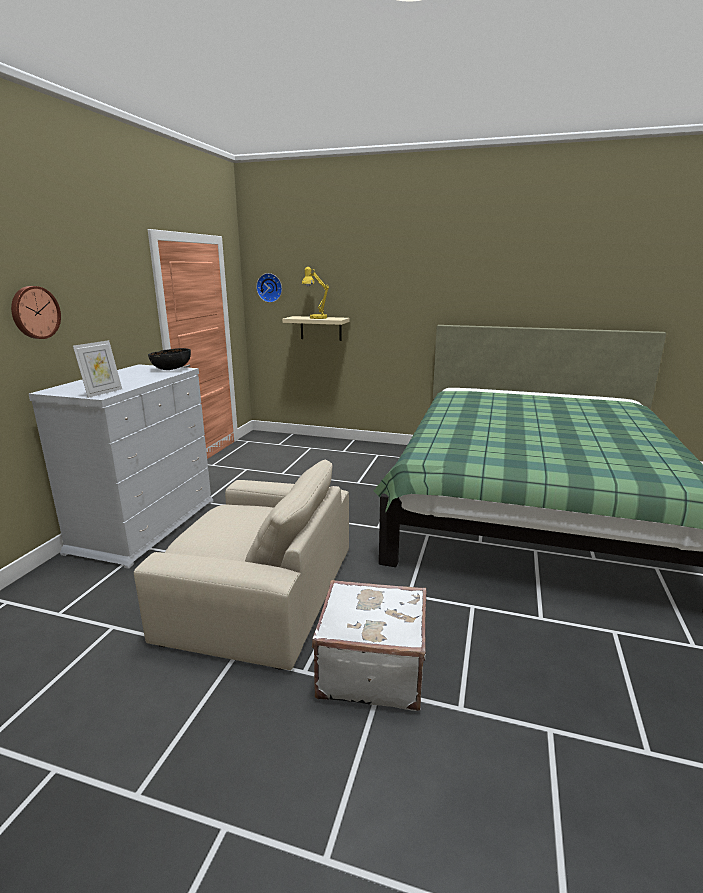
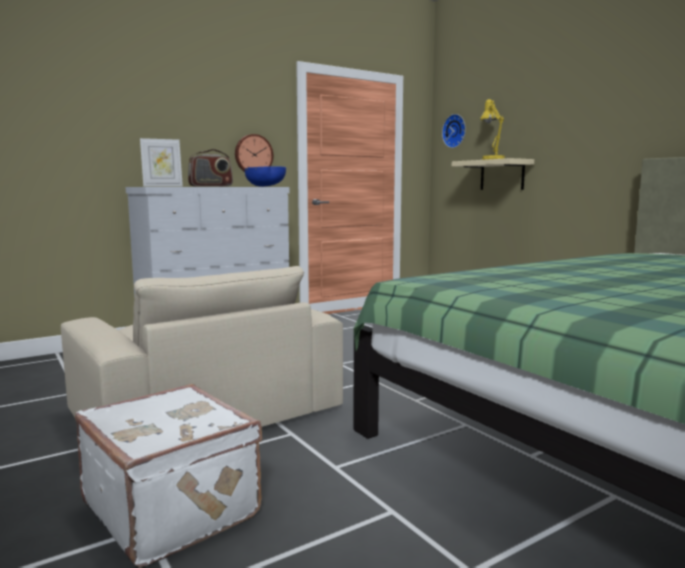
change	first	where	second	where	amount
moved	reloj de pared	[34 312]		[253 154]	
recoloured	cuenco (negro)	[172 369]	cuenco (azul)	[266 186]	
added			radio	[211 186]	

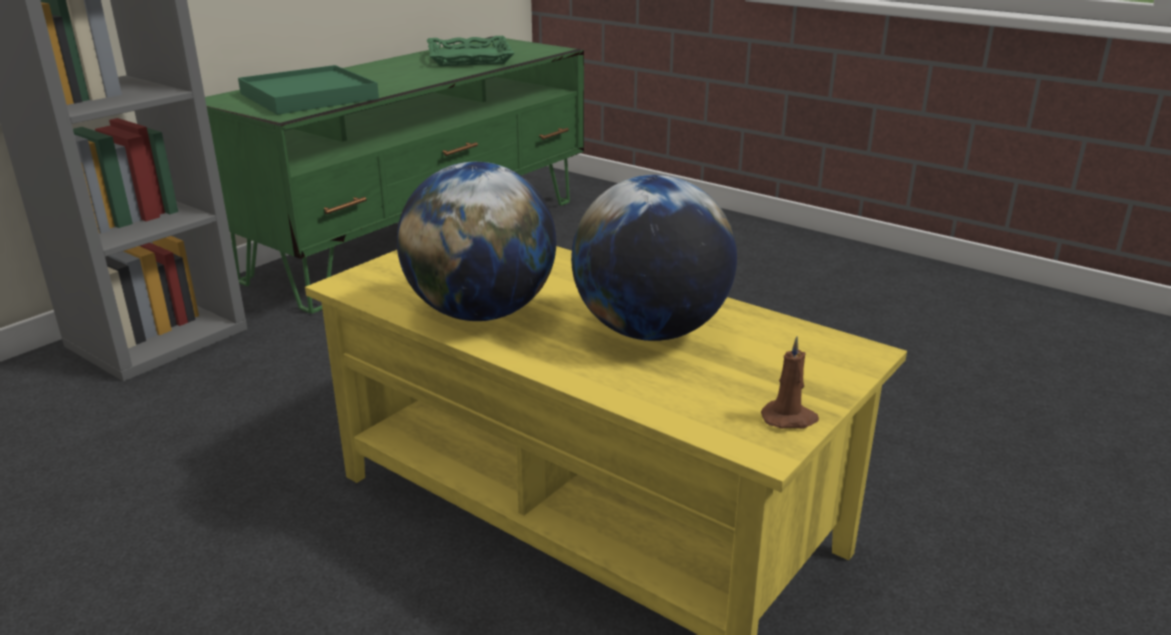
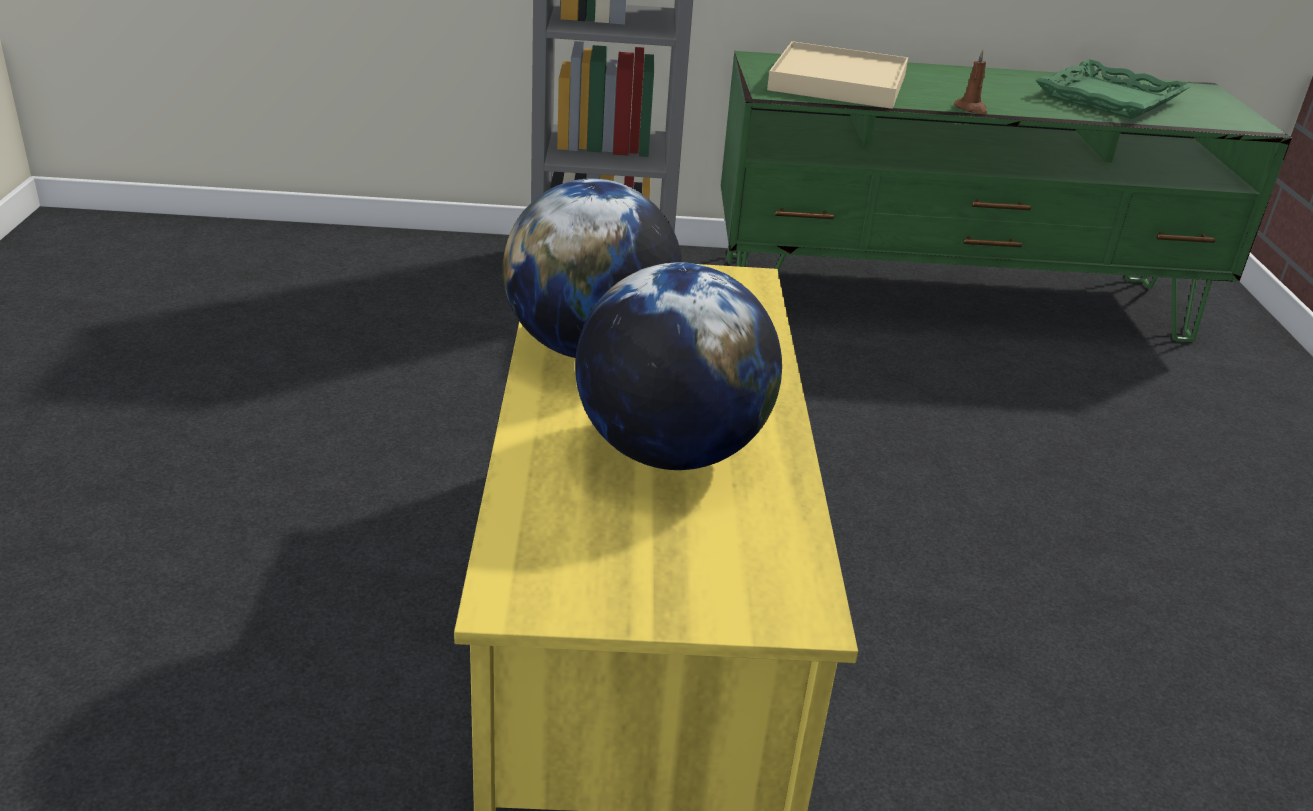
change	first	where	second	where	amount
recoloured	bandeja (verde)	[309 96]	bandeja (beis)	[838 83]	
moved	vela (marrón)	[790 418]		[971 109]	

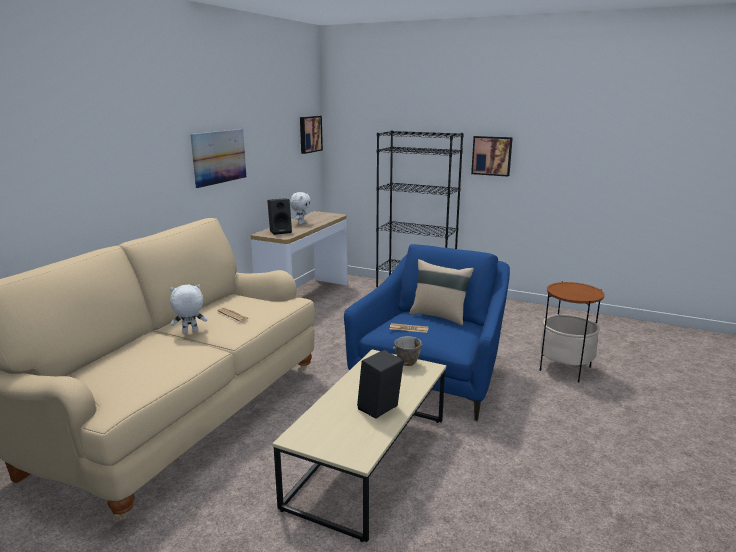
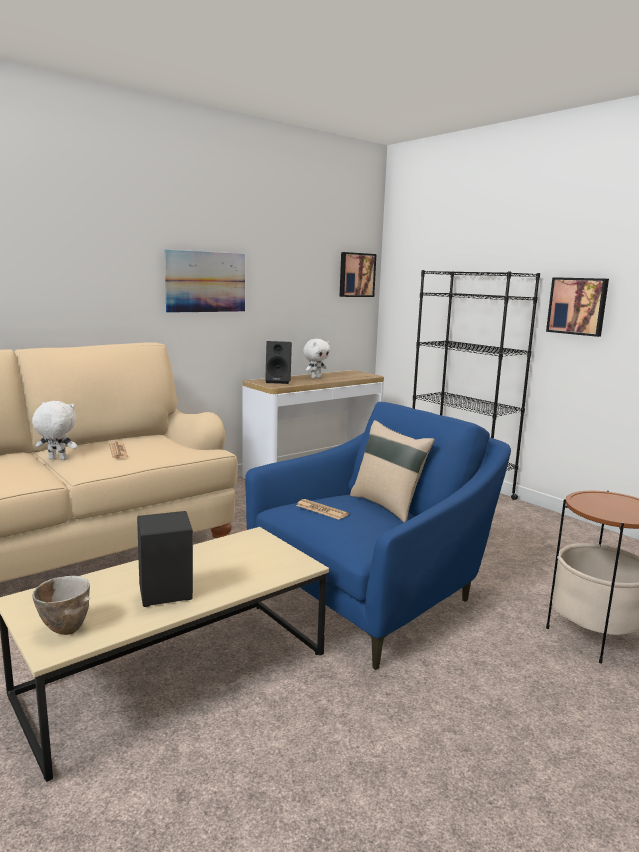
change	first	where	second	where	amount
moved	cuenco	[406 364]		[64 629]	

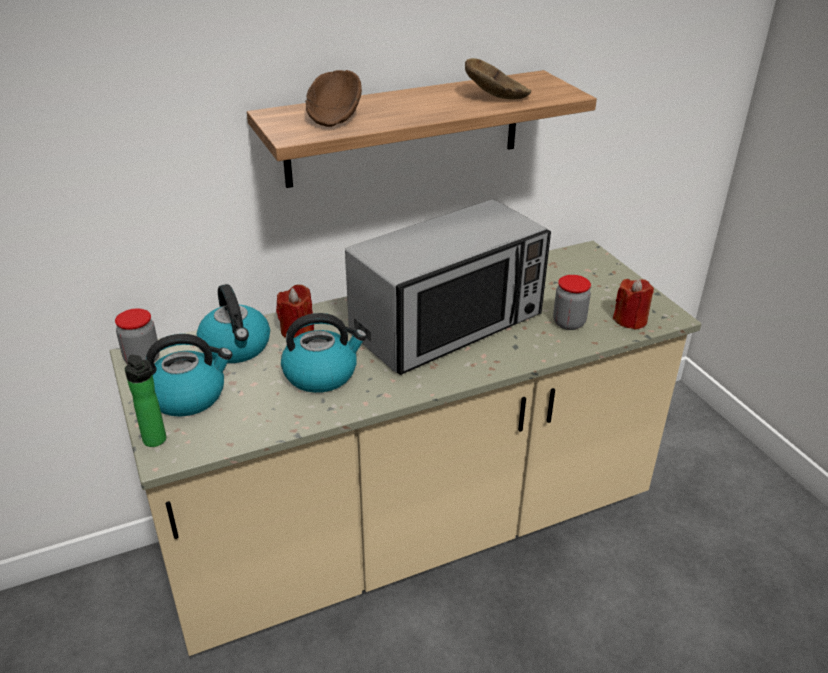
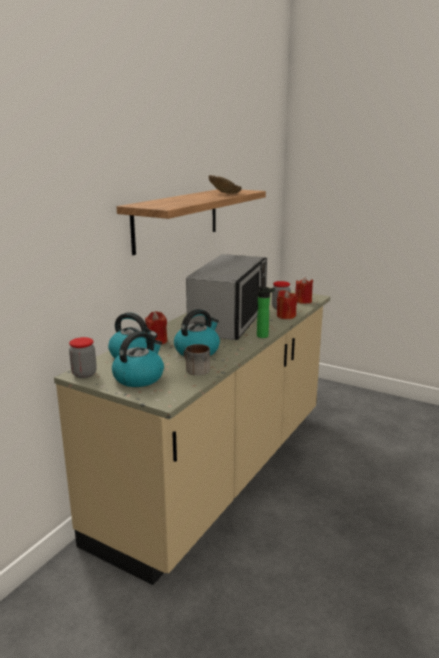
change	first	where	second	where	amount
removed	cuenco (marrón)	[332 117]			
moved	botella	[156 441]		[264 336]	
added			vela (rojo)	[286 316]	
added			taza grande	[194 369]	

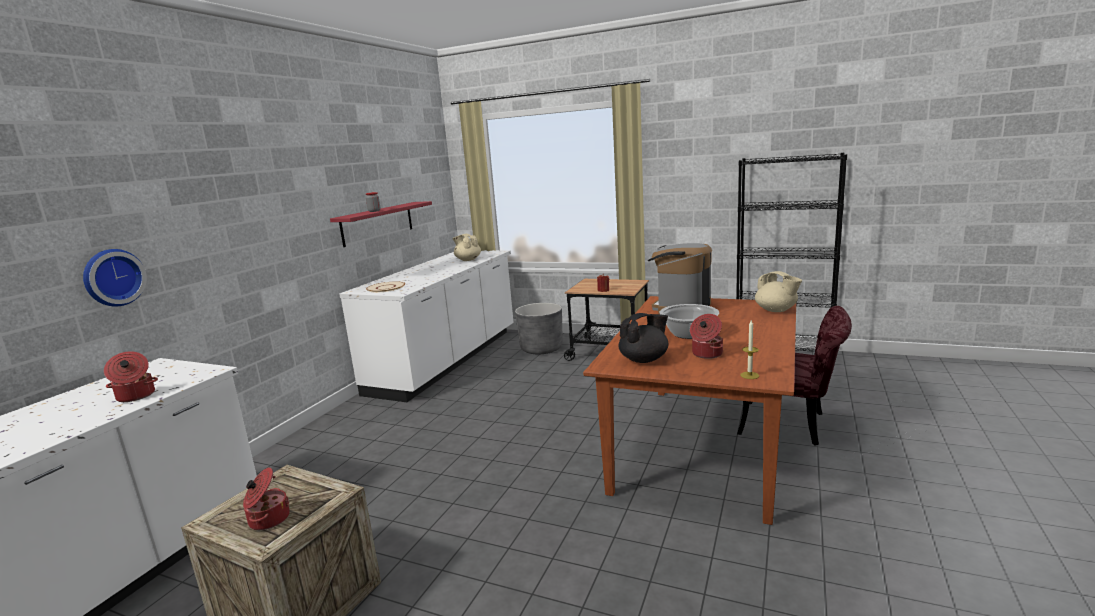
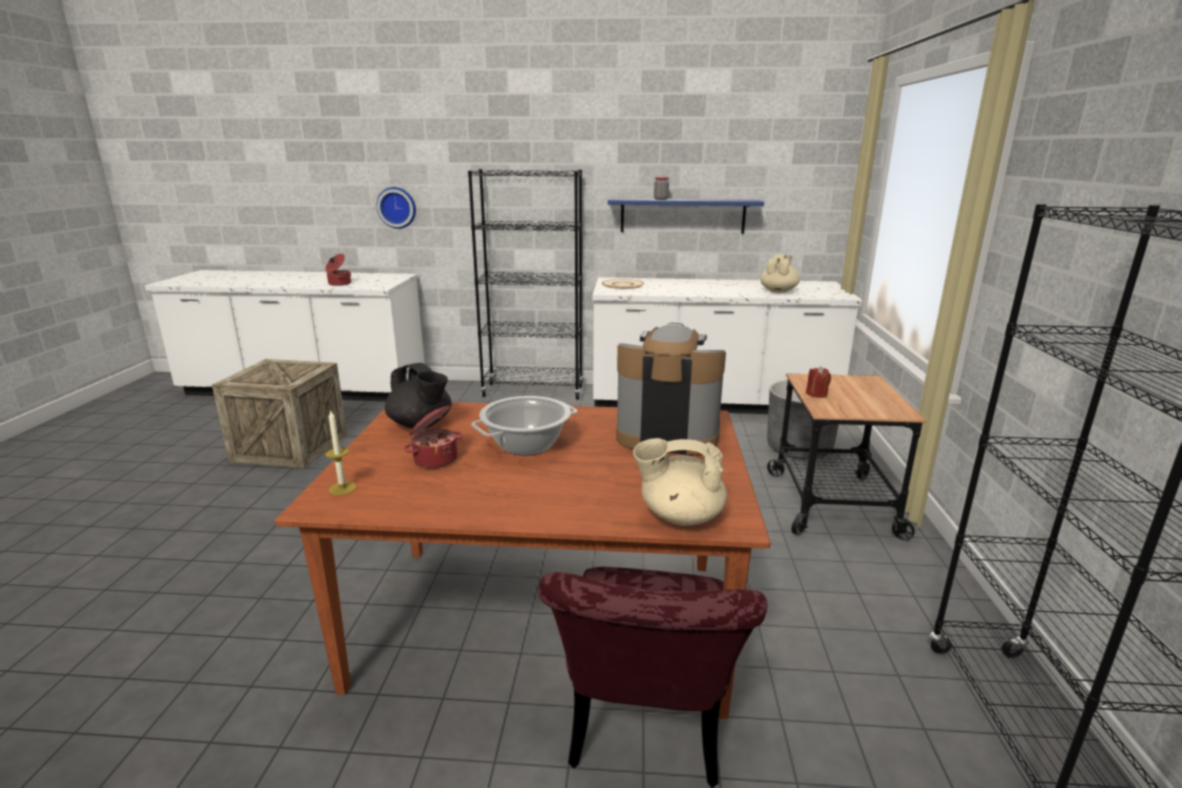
change	first	where	second	where	amount
recoloured	estante (rojo)	[378 223]	estante (azul)	[682 215]	
turned	tetera (beis)	[776 310]		[679 516]	60 degrees clockwise
removed	olla	[268 519]			
added			estantería (negro)	[533 391]	

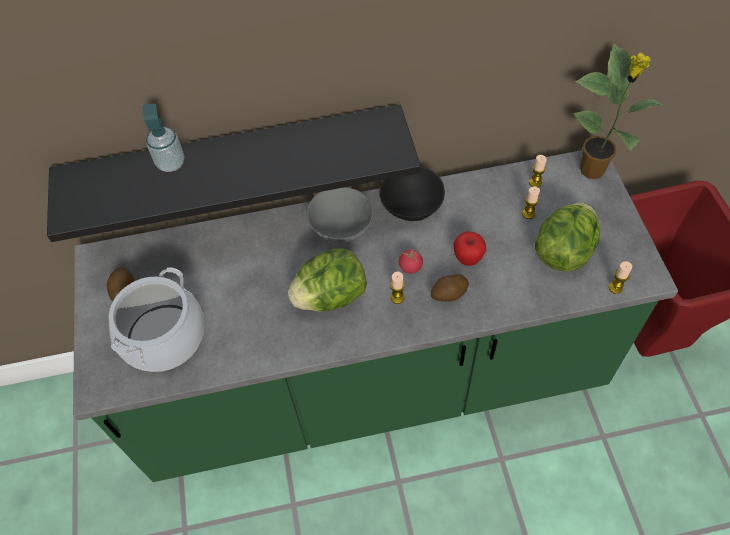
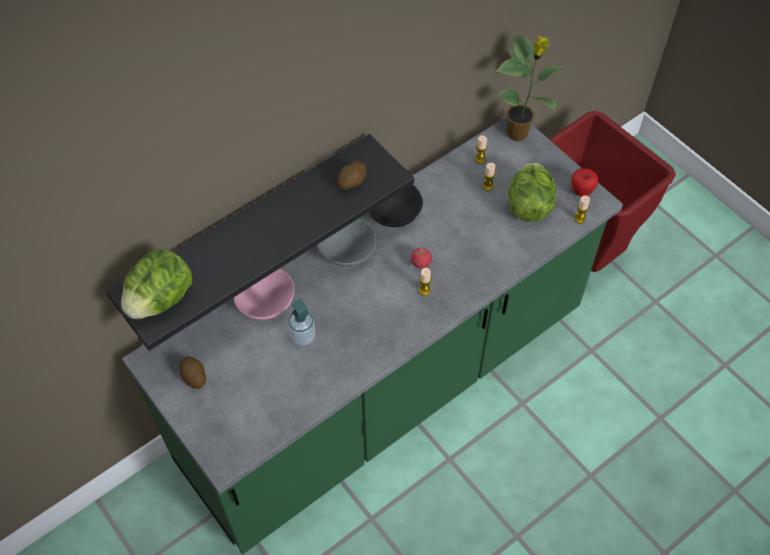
change	first	where	second	where	amount
moved	dispensador de jabón	[171 163]		[303 336]	
moved	manzana	[468 258]		[581 191]	
moved	lechuga	[331 296]		[161 299]	
removed	olla	[164 337]			
moved	patata	[449 294]		[352 182]	
added			cuenco (rosa)	[266 303]	

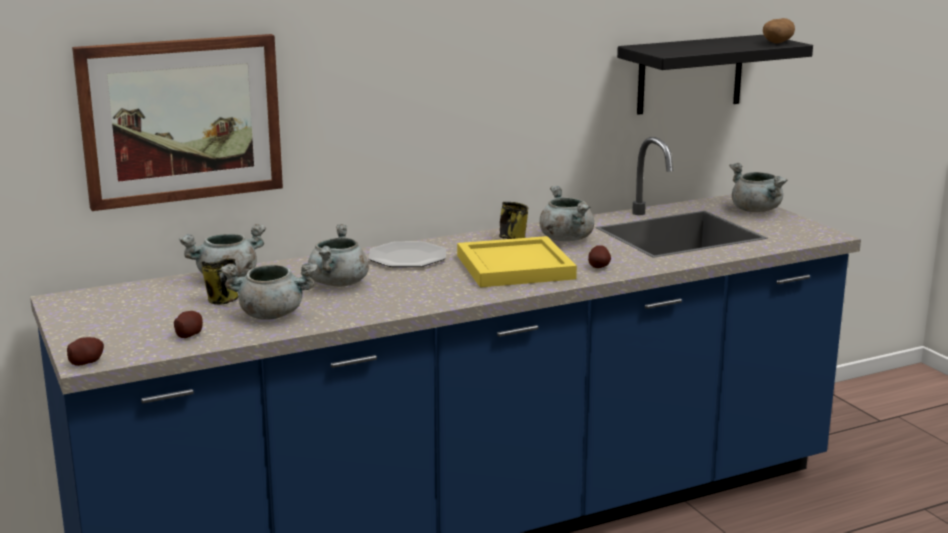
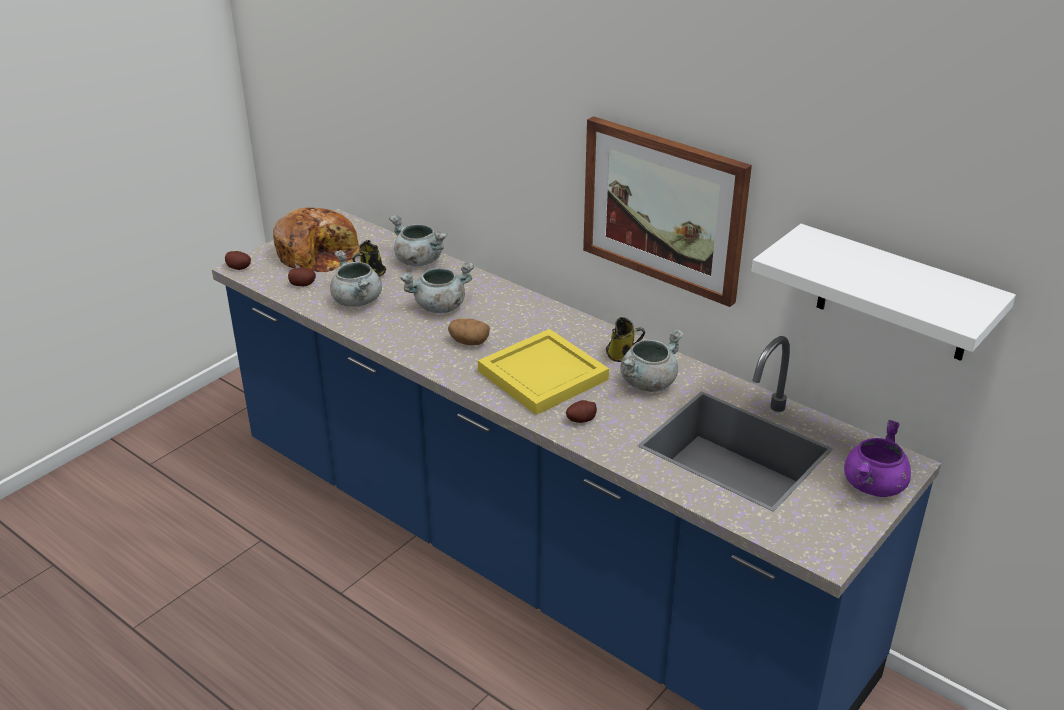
change	first	where	second	where	amount
moved	patata	[776 43]		[469 342]	
moved	cuadro	[181 120]		[664 209]	
recoloured	estante (negro)	[690 74]	estante (blanco)	[895 295]	
recoloured	olla (gris)	[756 210]	olla (morado)	[874 486]	
removed	plato	[407 257]			
added			pan	[319 253]	

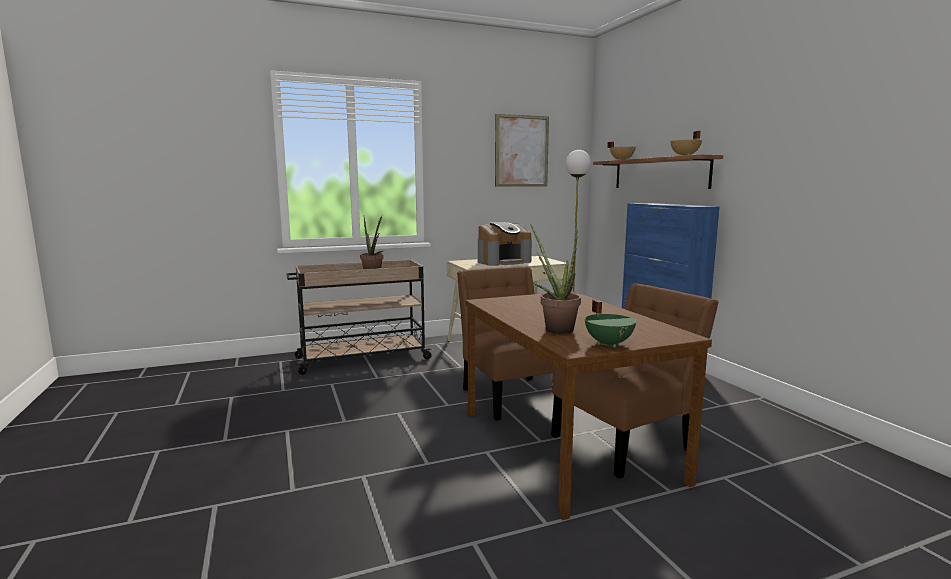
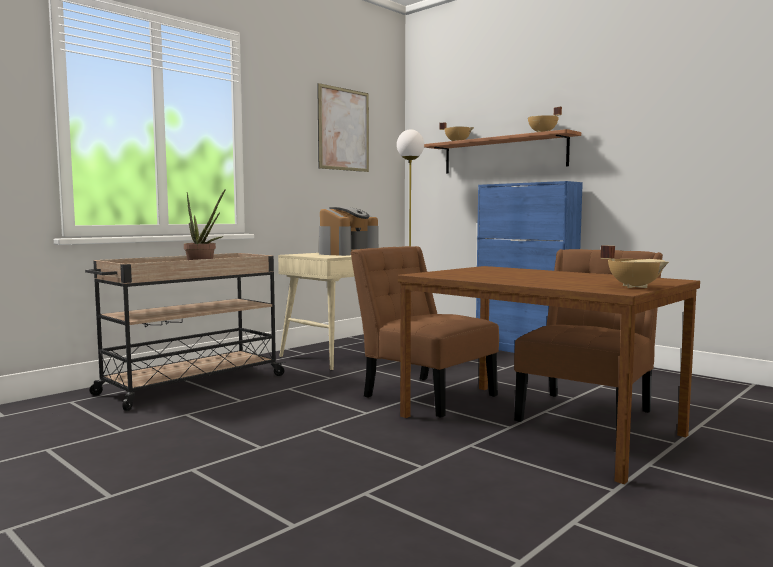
change	first	where	second	where	amount
removed	planta en maceta	[555 328]			
recoloured	olla (verde)	[609 343]	olla (beis)	[635 286]	

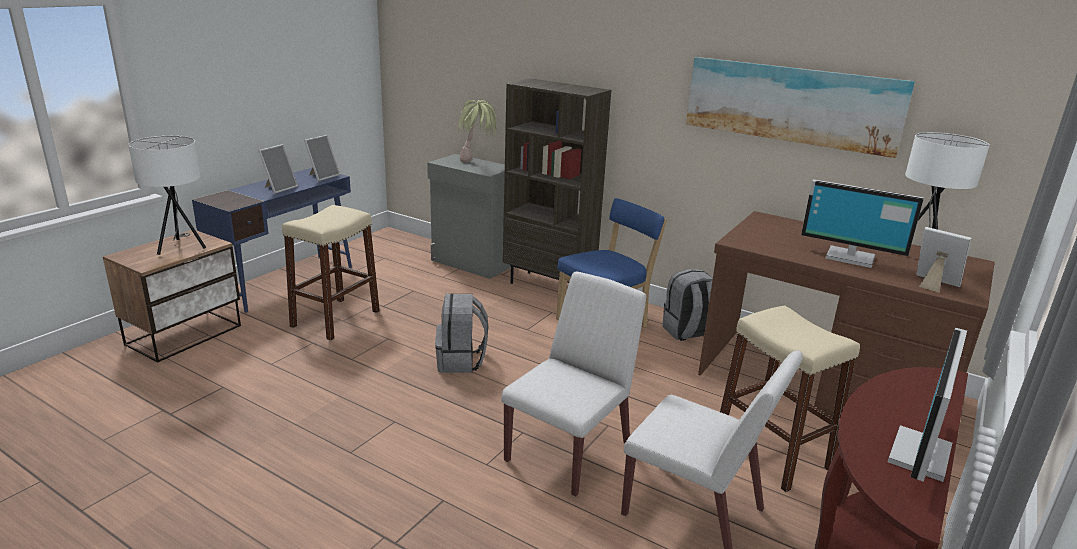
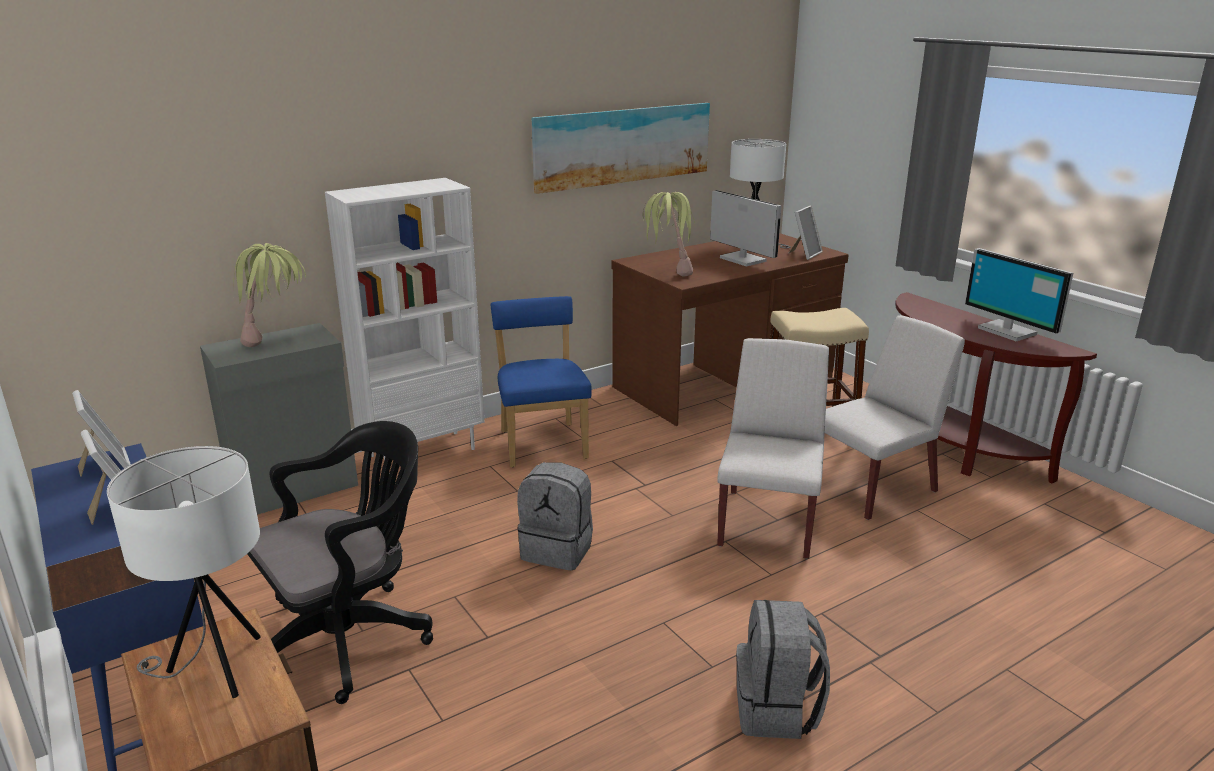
change	first	where	second	where	amount
recoloured	estantería (marrón)	[549 286]	estantería (blanco)	[423 451]	
turned	monitor	[850 257]		[741 260]	90 degrees counterclockwise
replaced	taburete (beis)	[335 319]	silla de oficina (negro)	[350 637]	
turned	portarretratos	[933 284]		[804 254]	150 degrees clockwise
moved	mochila (gris)	[688 332]		[777 710]	
turned	silla (blanco)	[569 451]		[768 522]	45 degrees clockwise
added			planta en maceta	[667 273]	

